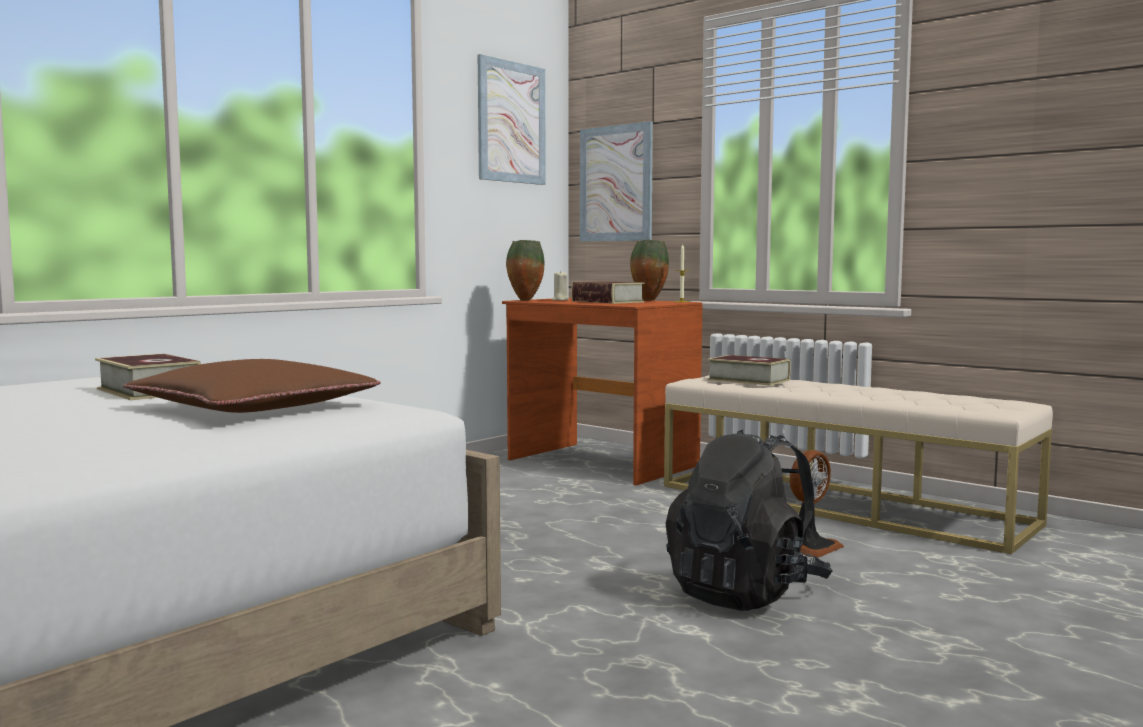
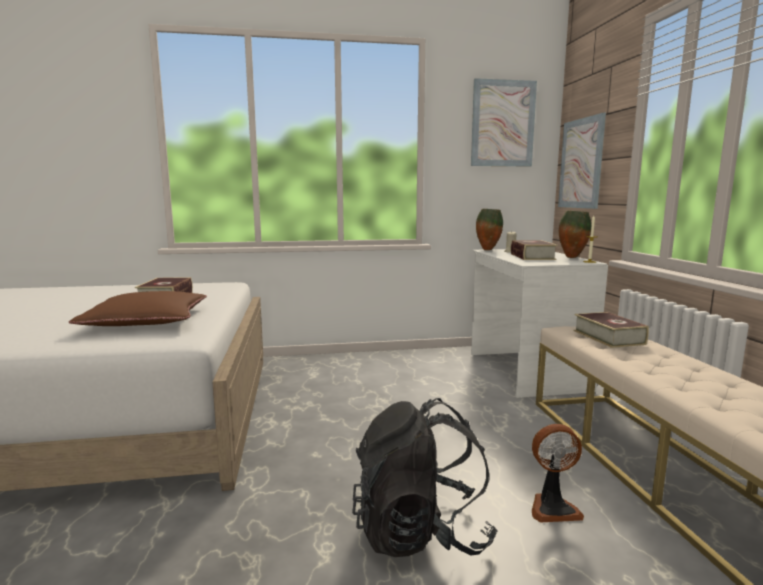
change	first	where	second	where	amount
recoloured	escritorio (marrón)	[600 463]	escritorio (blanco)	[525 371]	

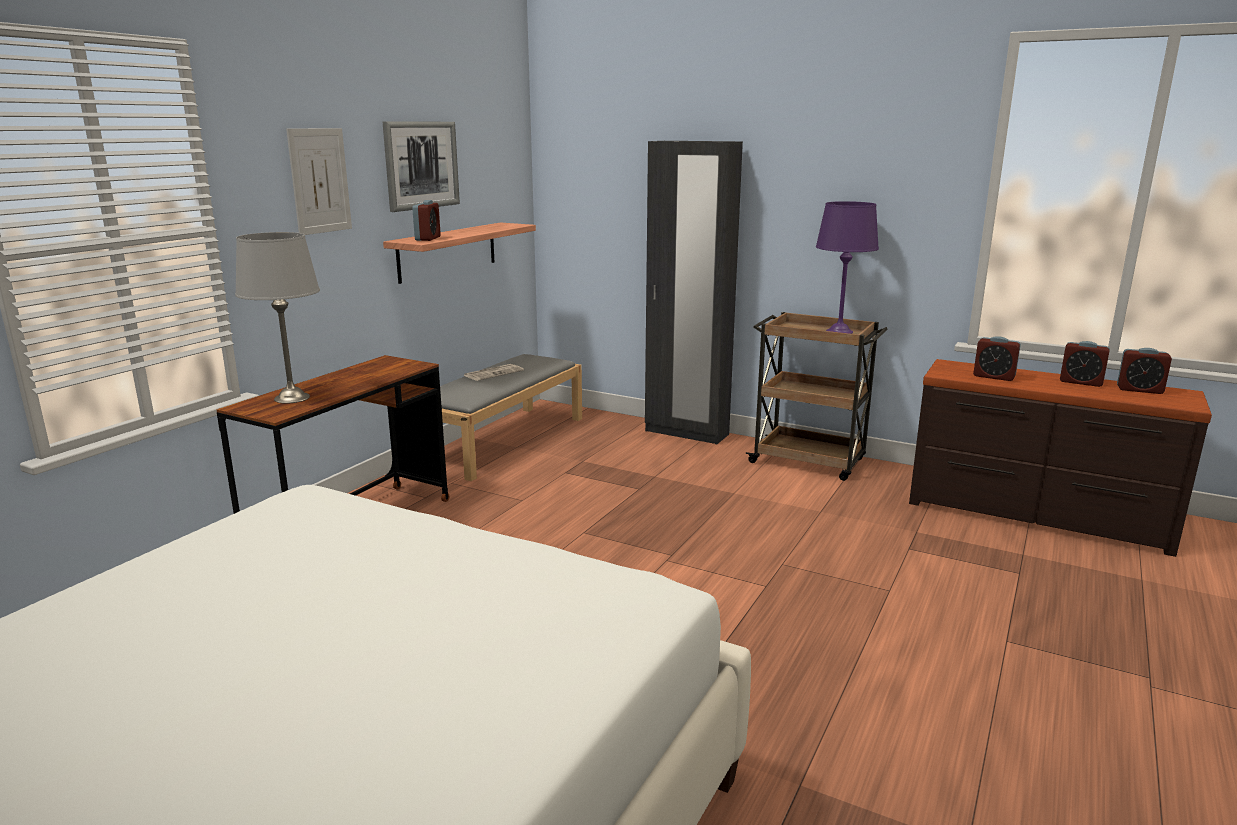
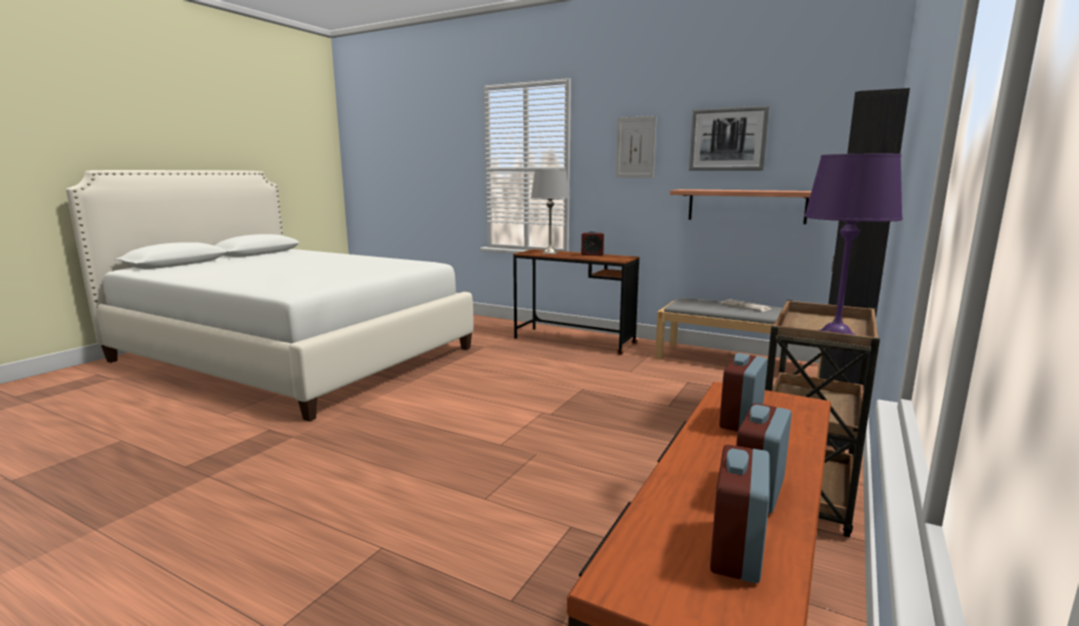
change	first	where	second	where	amount
moved	despertador	[428 238]		[592 254]	

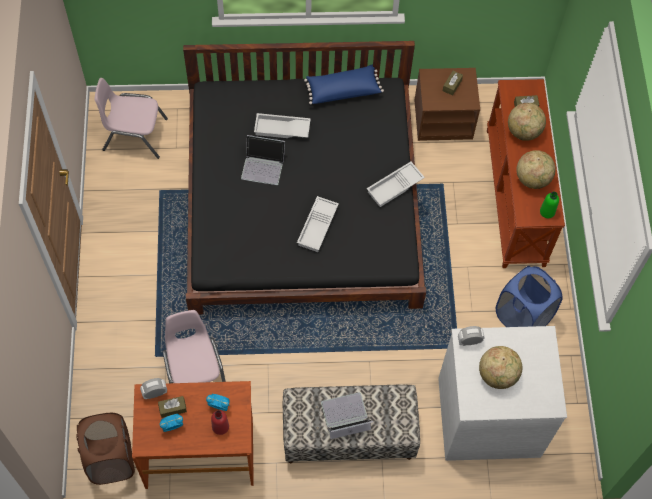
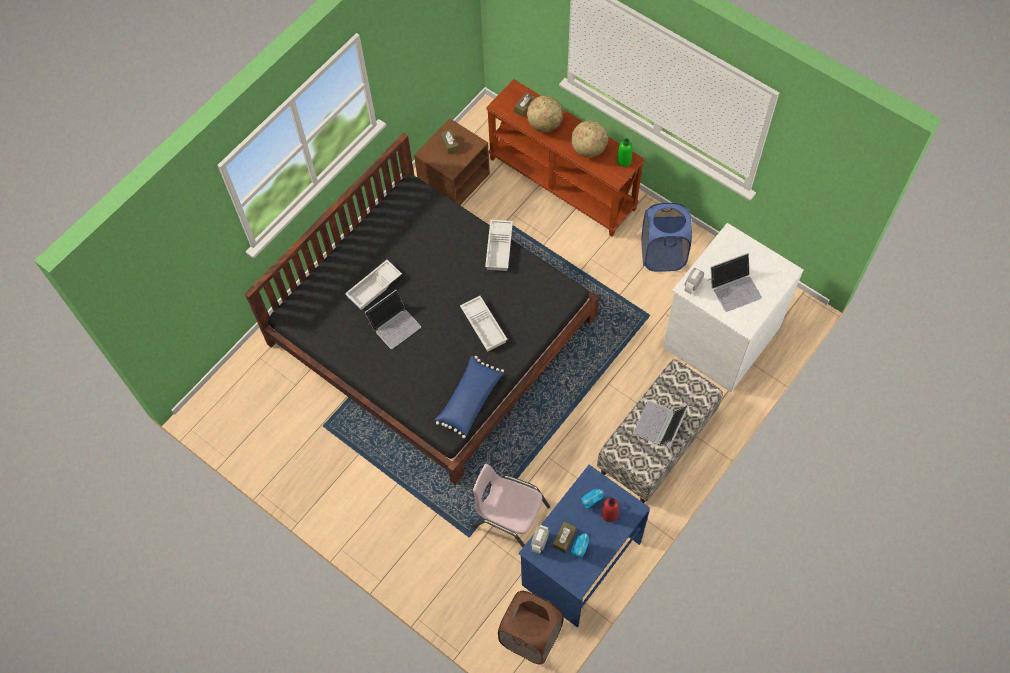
change	first	where	second	where	amount
moved	cojín (azul)	[343 89]		[469 400]	
removed	silla (rosa)	[134 134]			
replaced	globo terráqueo	[497 375]	portátil	[734 288]	
recoloured	escritorio (marrón)	[200 452]	escritorio (azul)	[580 562]	

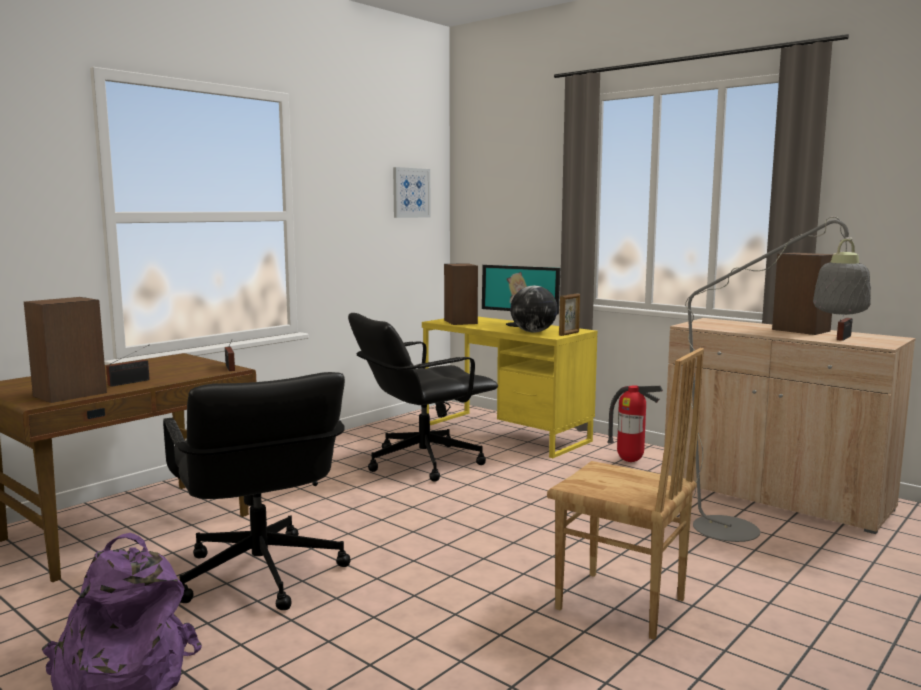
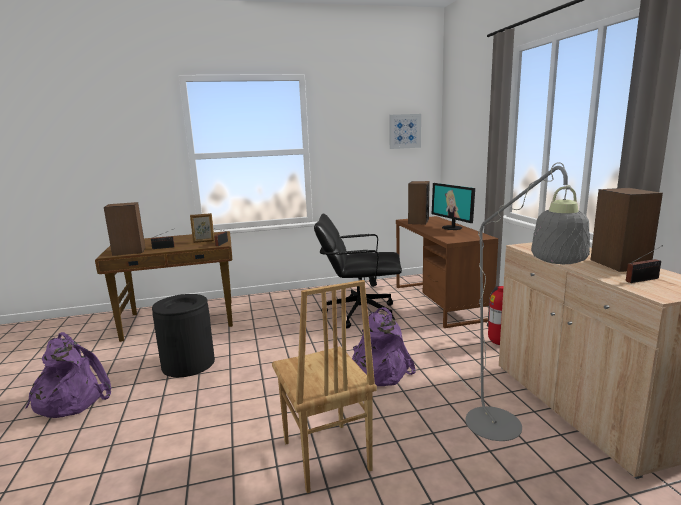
change	first	where	second	where	amount
removed	globo terráqueo	[533 332]			
moved	portarretratos	[569 334]		[204 241]	
recoloured	escritorio (amarillo)	[505 433]	escritorio (marrón)	[439 302]	
replaced	silla de oficina (negro)	[260 575]	papelera (negro)	[188 364]	
added			mochila (morado)	[378 371]	

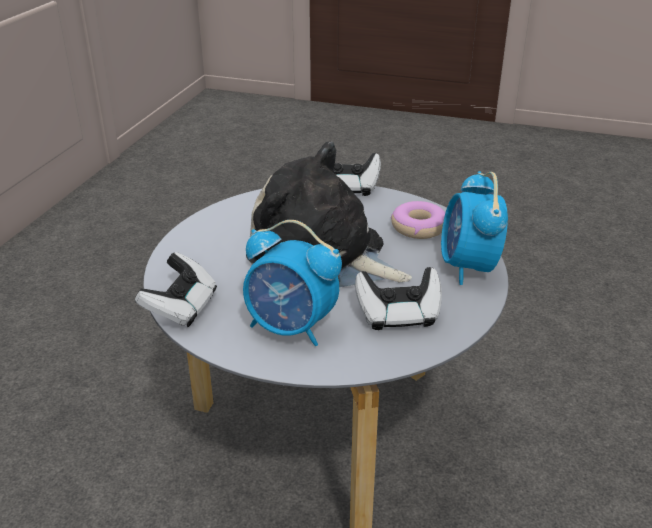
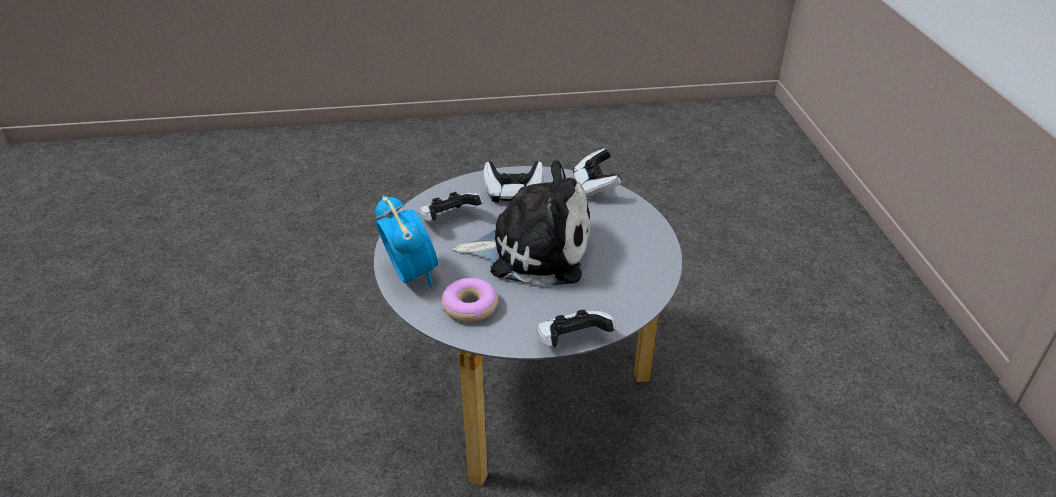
change	first	where	second	where	amount
replaced	despertador	[291 328]	mando de consola	[513 194]	

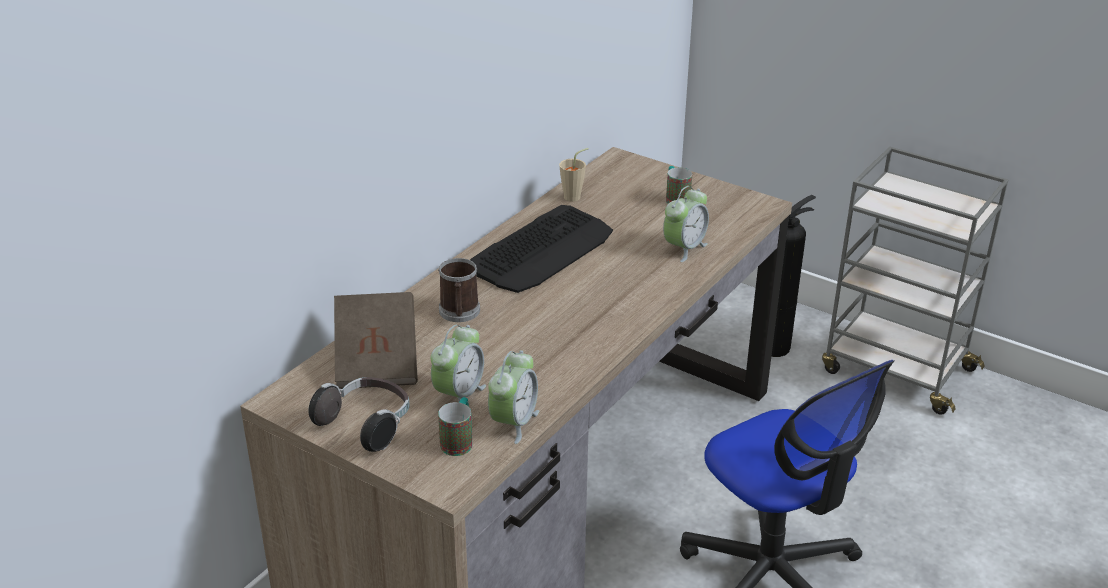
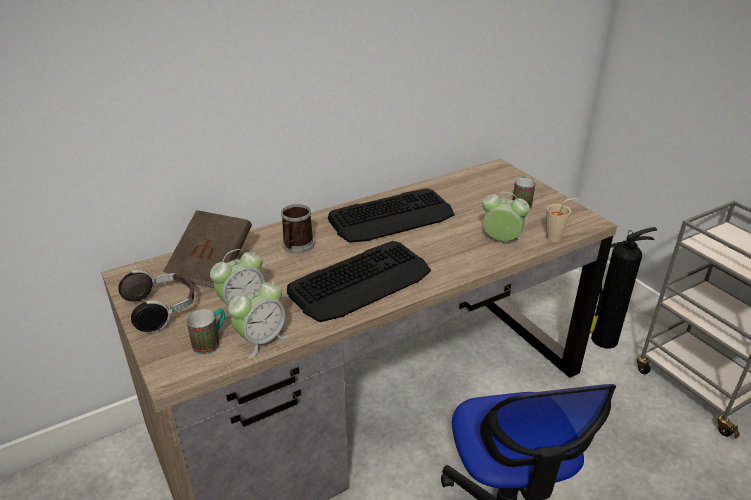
change	first	where	second	where	amount
moved	taza (beis)	[575 196]		[557 237]	
turned	despertador	[684 248]		[501 240]	135 degrees counterclockwise
added			teclado	[361 281]	

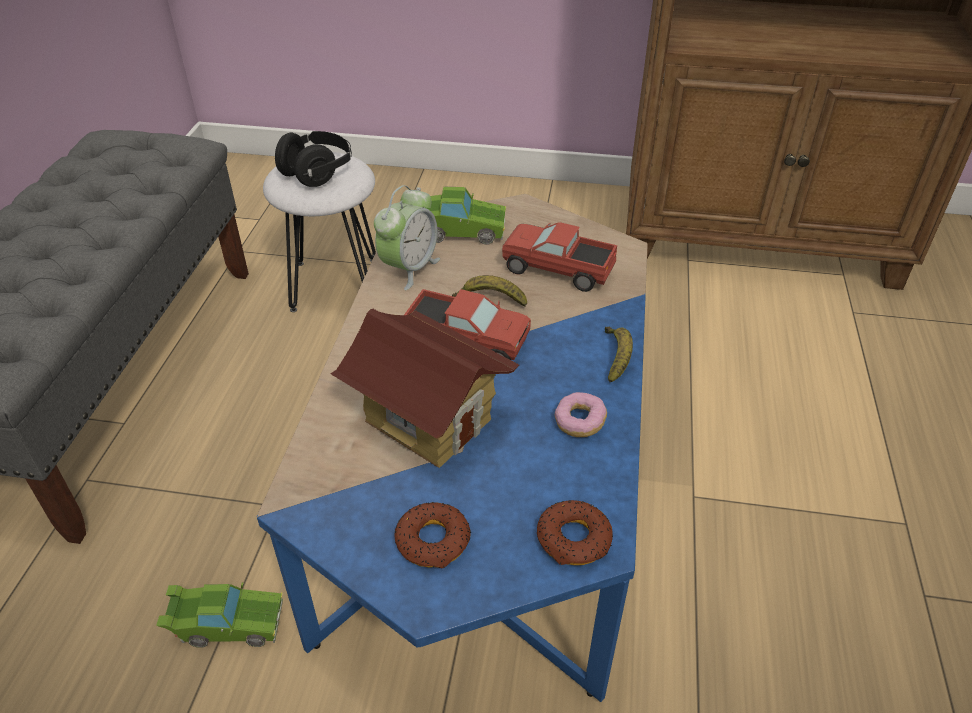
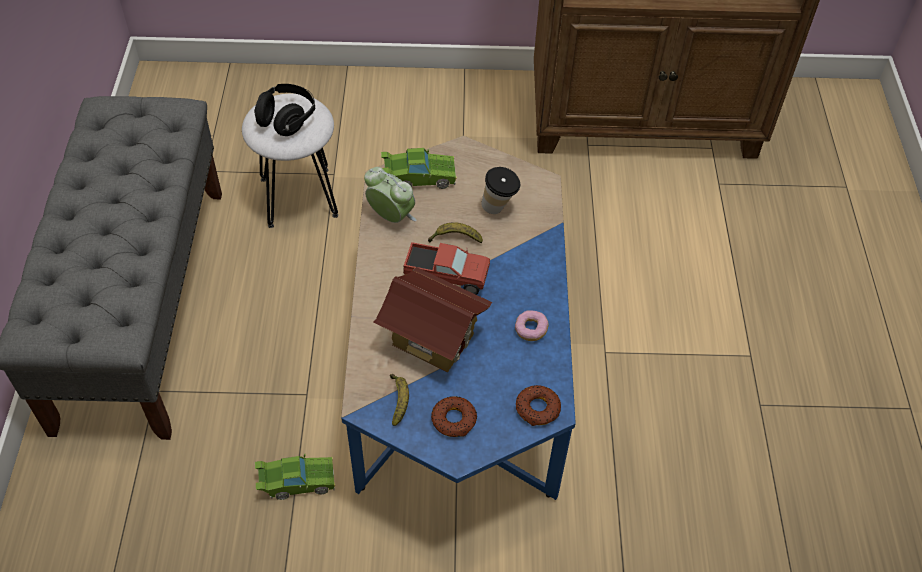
change	first	where	second	where	amount
turned	despertador	[409 269]		[391 217]	75 degrees counterclockwise
replaced	camión de juguete	[558 271]	taza	[499 208]	
moved	plátano	[616 358]		[399 401]	

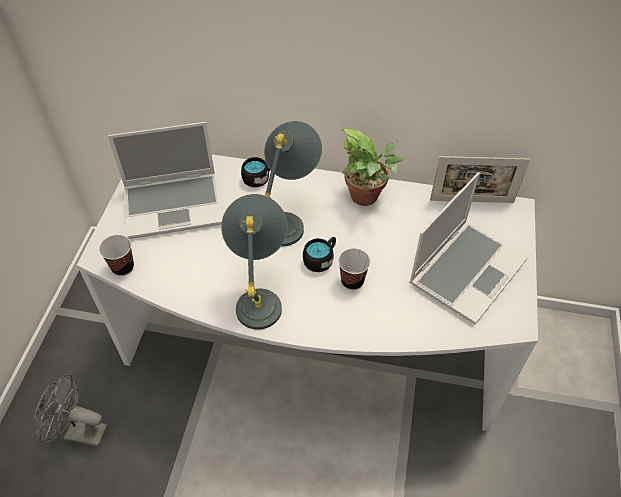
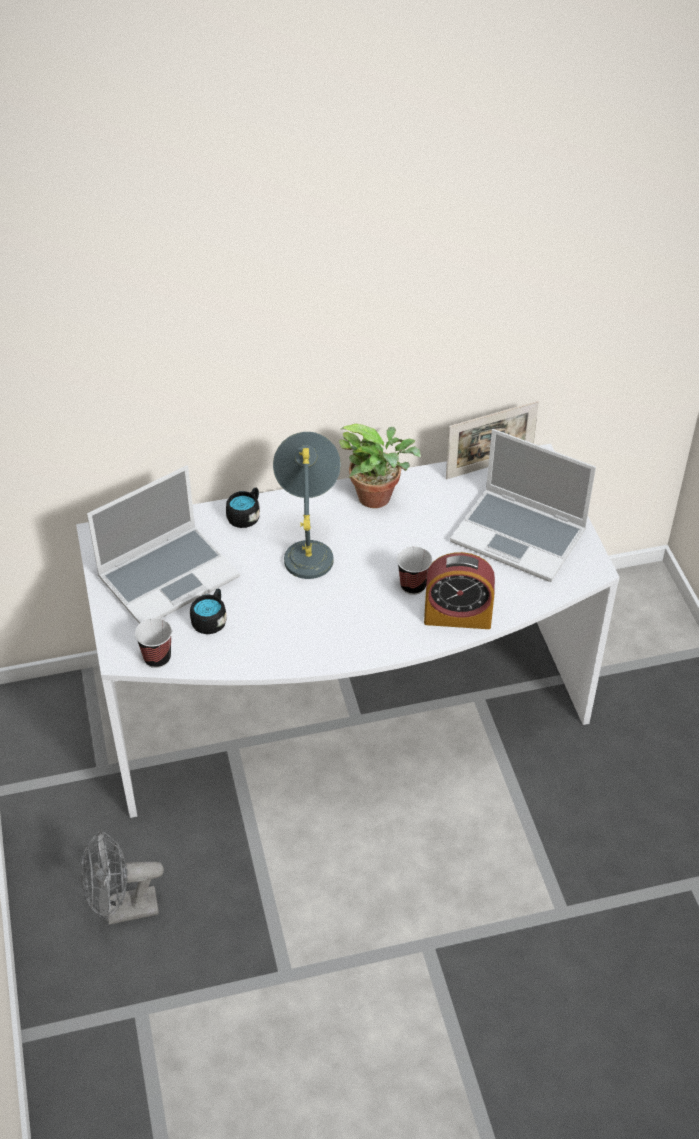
change	first	where	second	where	amount
turned	portátil	[466 270]		[520 536]	105 degrees clockwise
removed	lámpara de mesa (gris)	[260 295]			
moved	taza grande (negro)	[321 259]		[211 619]	
added			despertador	[457 616]	

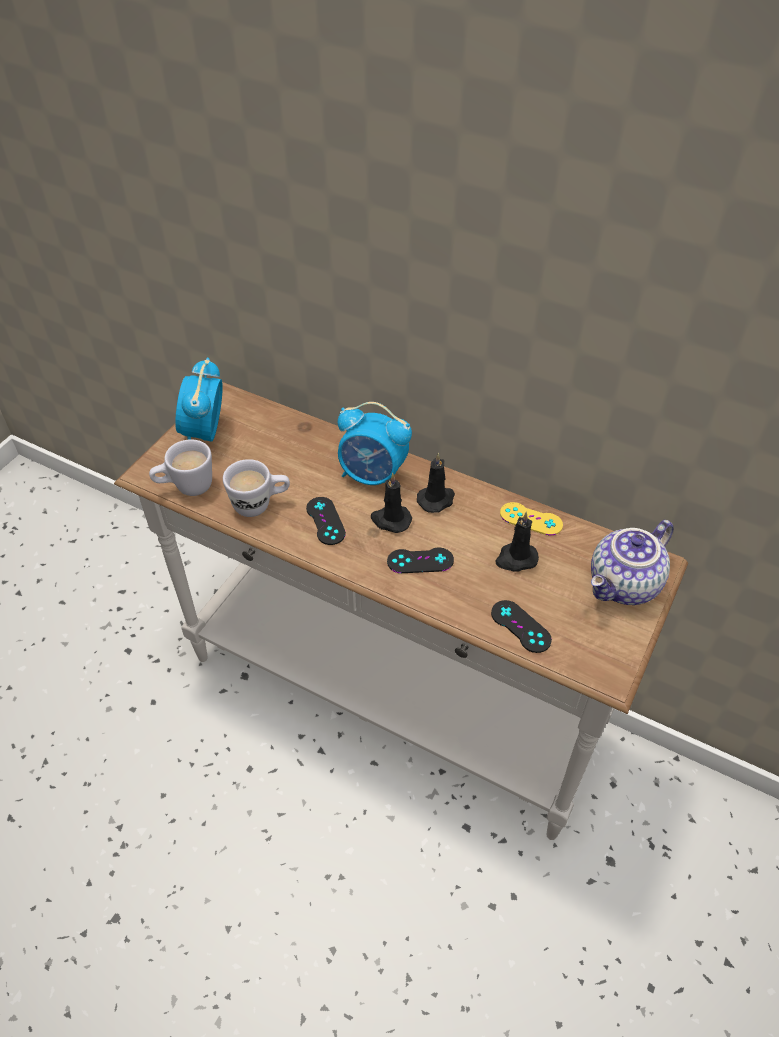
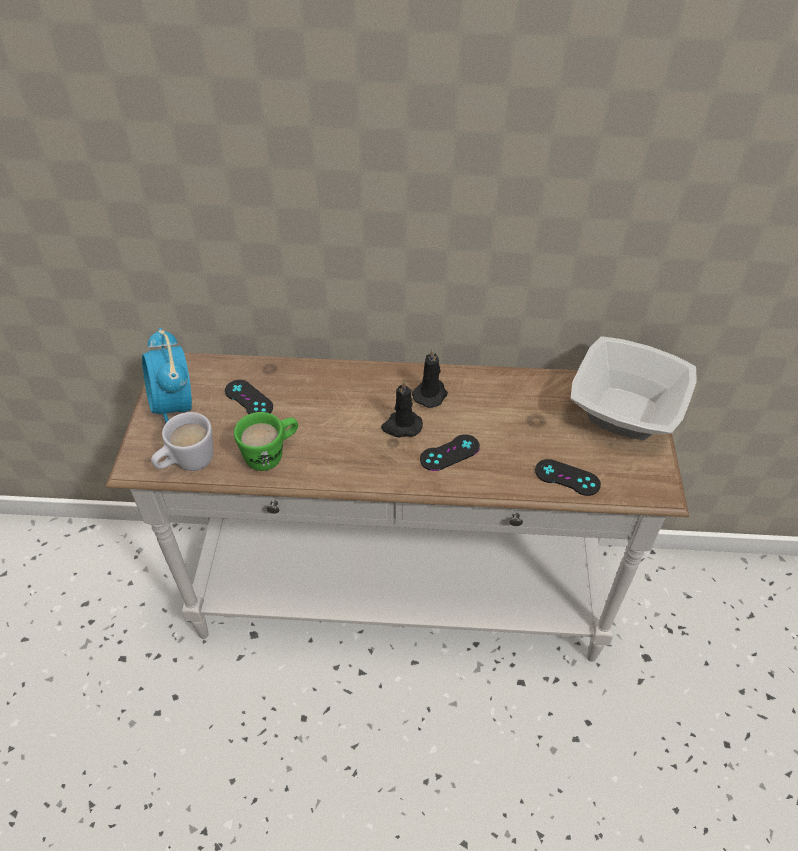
change	first	where	second	where	amount
removed	despertador	[373 476]			
recoloured	taza grande (blanco)	[260 504]	taza grande (verde)	[272 454]	
moved	mando de consola (negro)	[325 521]		[248 399]	
removed	mando de consola (amarillo)	[531 519]			
removed	vela (negro)	[516 559]			
replaced	tetera	[624 586]	cuenco	[626 412]	

